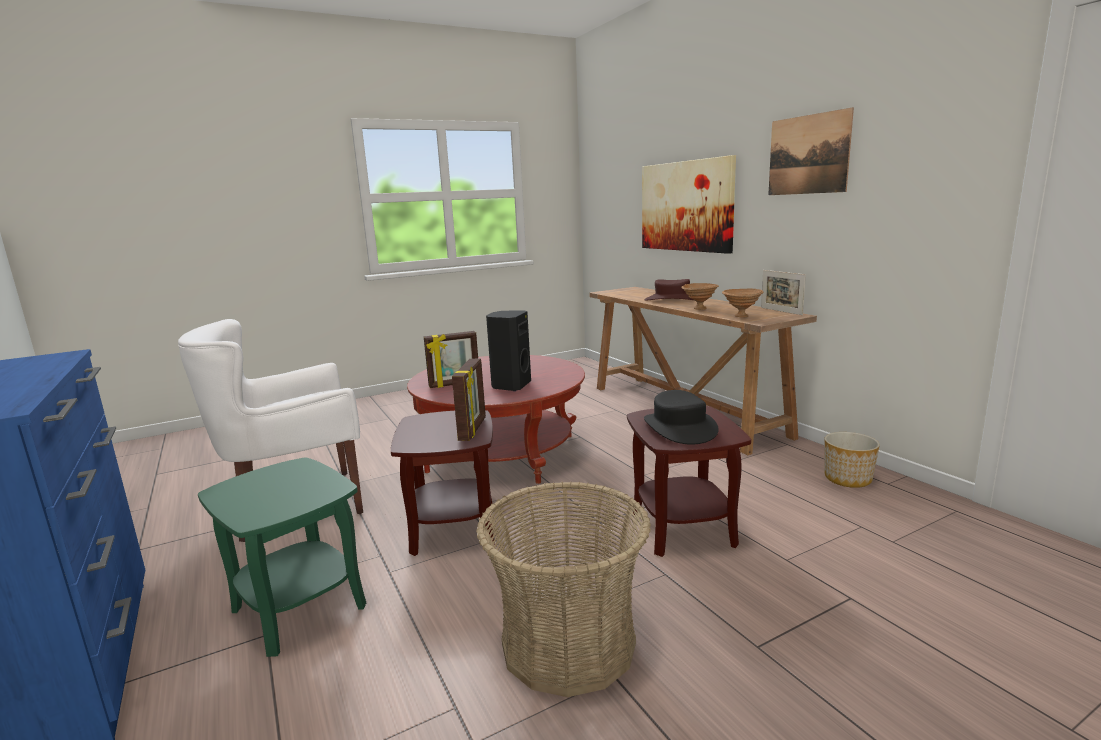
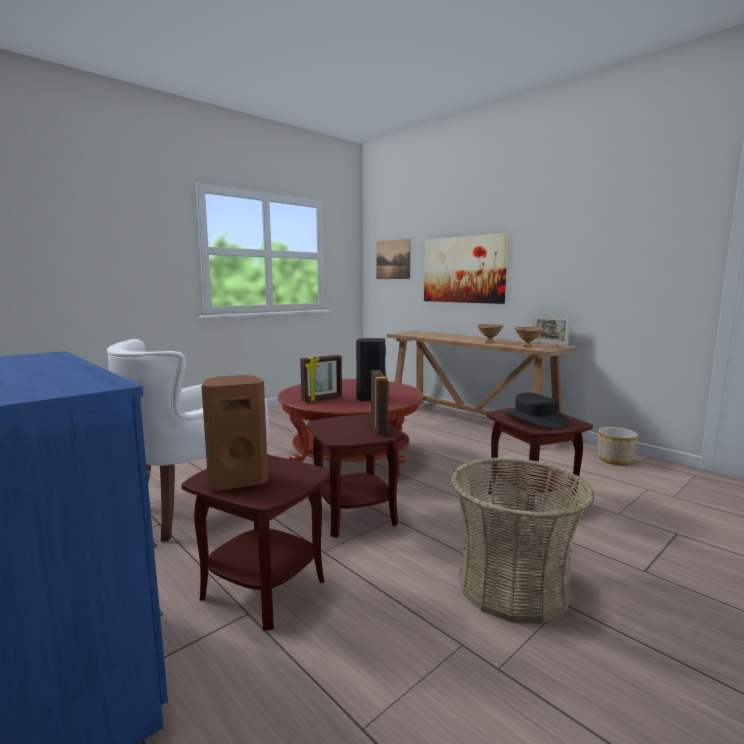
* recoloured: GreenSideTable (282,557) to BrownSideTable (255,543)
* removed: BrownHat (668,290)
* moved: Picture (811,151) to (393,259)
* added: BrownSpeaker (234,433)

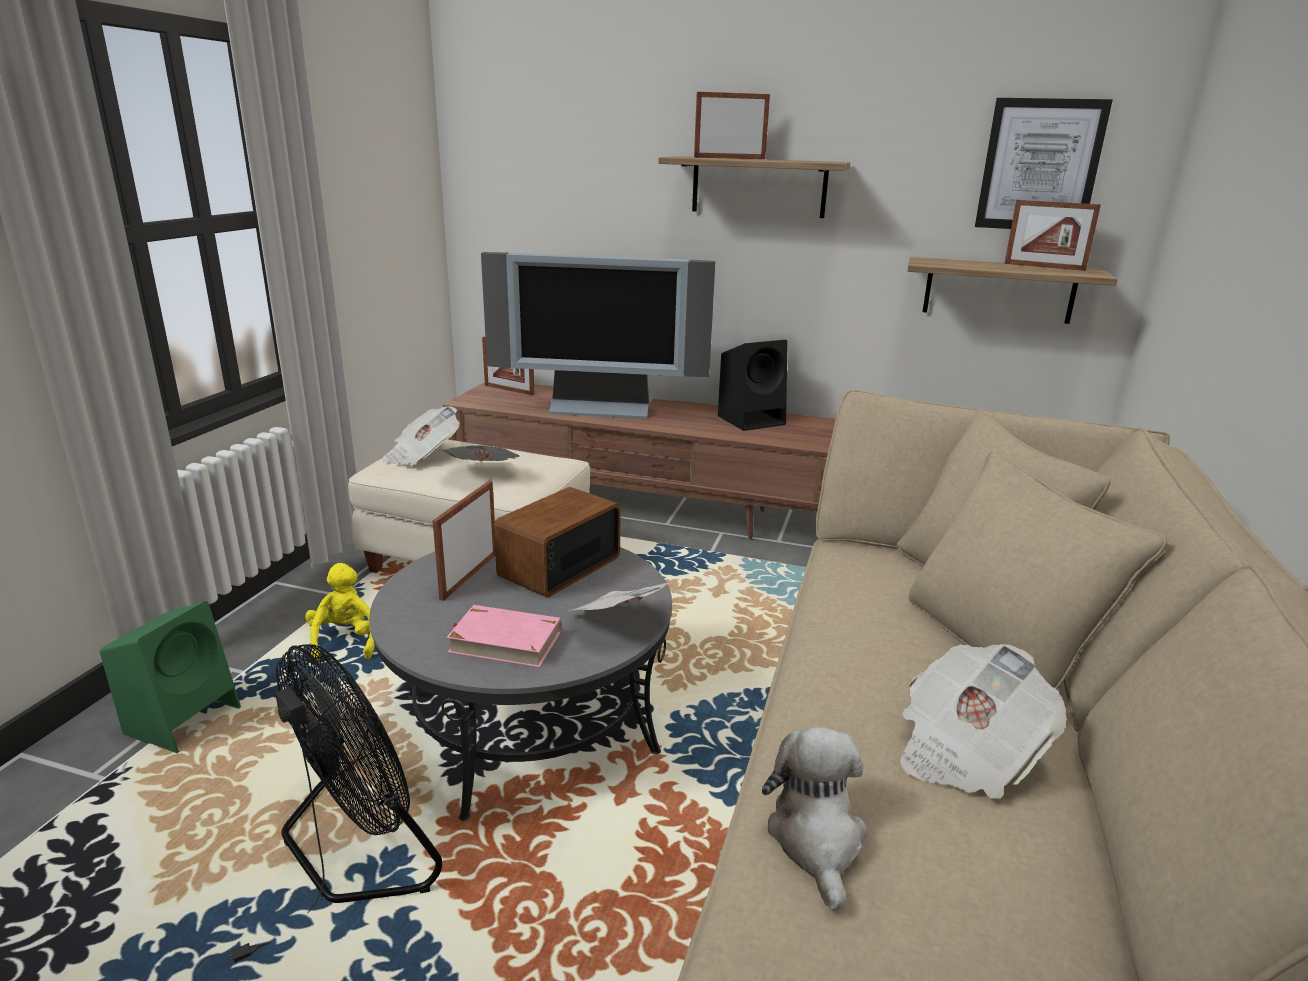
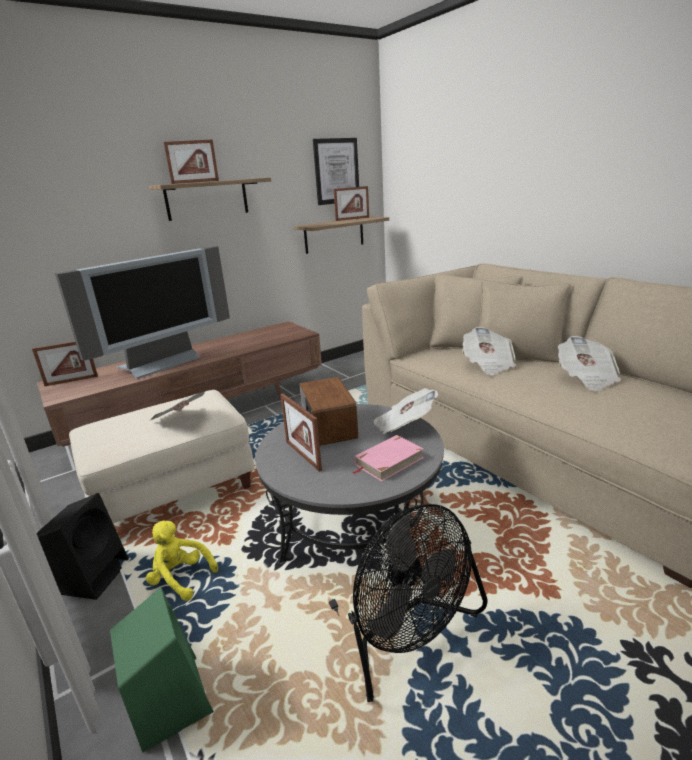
* turned: BlackFan (334,803) = (408,603) 150 degrees clockwise
* moved: Newspaper (421,436) to (489,351)
* turned: PictureFrame (732,125) = (191,161) 135 degrees counterclockwise
* moved: BlackSpeaker (753,385) to (82,546)
* removed: PlushToy (814,819)

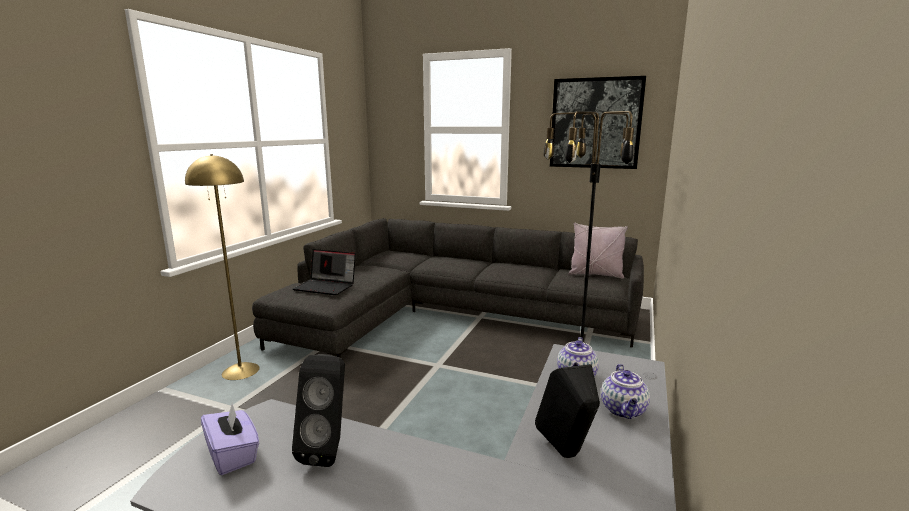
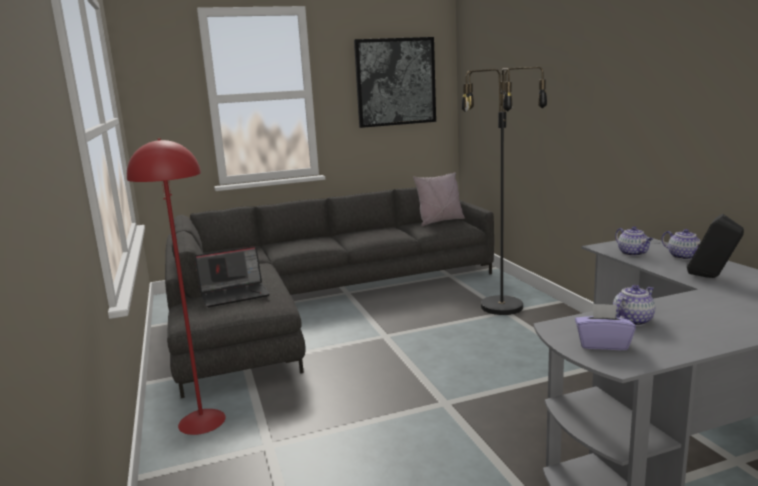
* recoloured: YellowFloorLamp (222,267) to RedFloorLamp (176,286)
* replaced: BlackSpeaker (318,410) to Teapot (634,305)

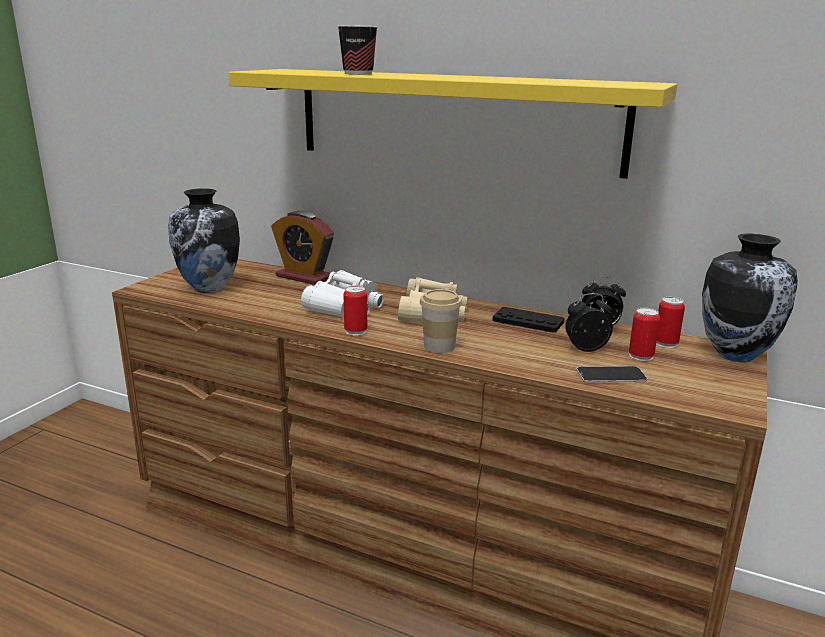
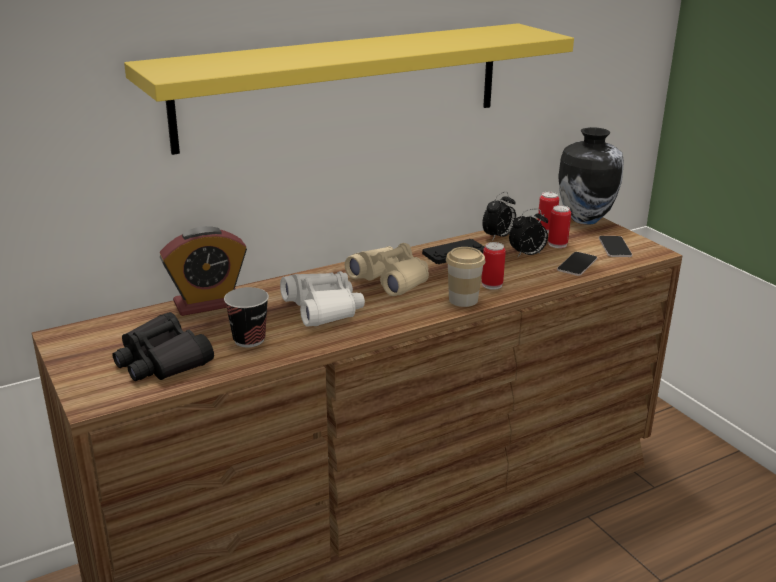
* replaced: Vase (204,240) to BlackBinoculars (163,346)
* moved: Cup (357,50) to (246,317)
* moved: Can (355,311) to (493,266)
* turned: AlarmClock (589,322) = (528,233) 135 degrees counterclockwise
* added: Phone (615,246)

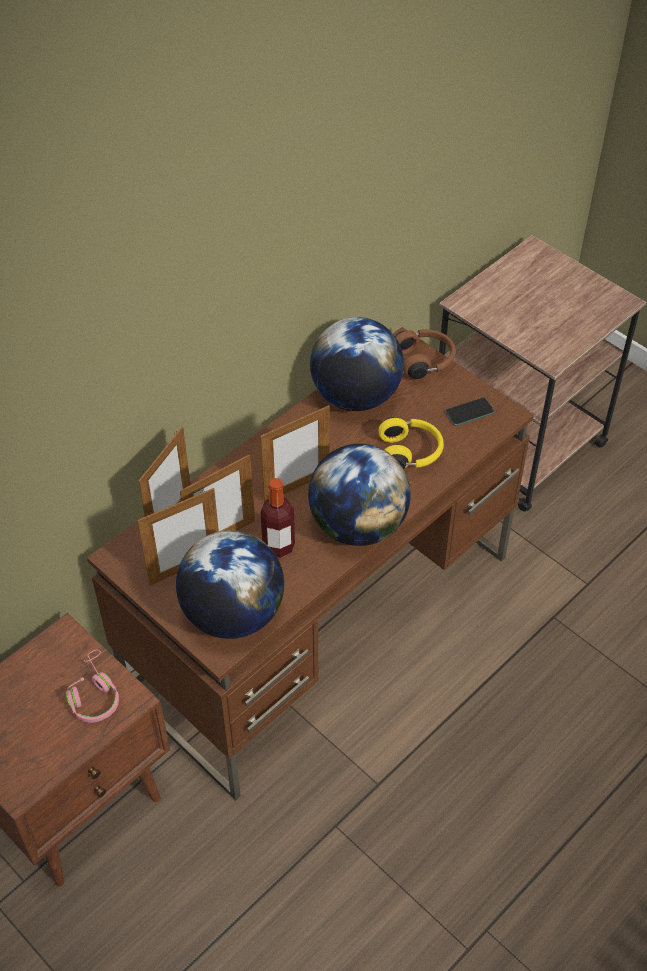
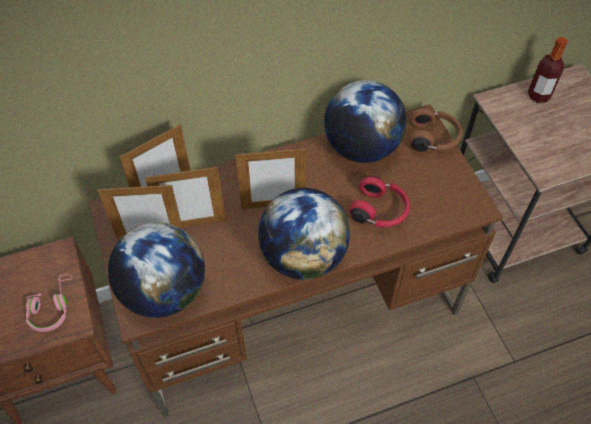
* moved: Bottle (277,518) to (547,70)
* recoloured: YellowHeadphones (411,443) to RedHeadphones (380,202)
* removed: Phone (470,411)

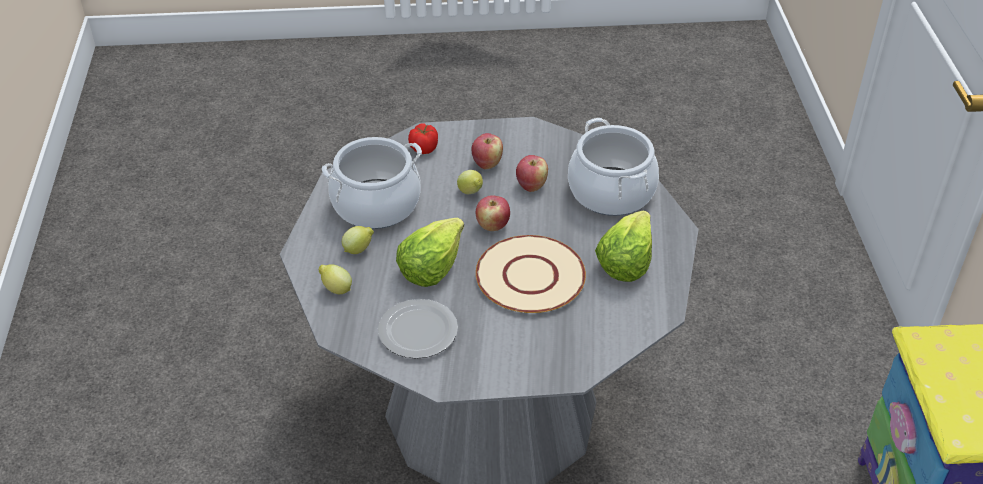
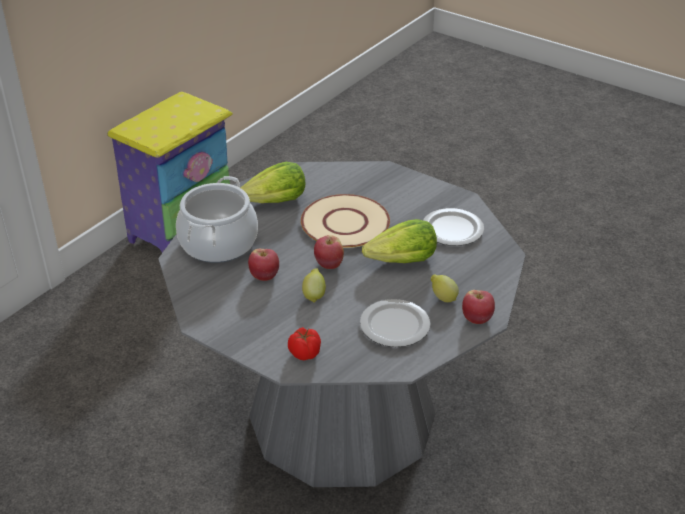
* removed: Lemon (335,279)
* replaced: CookingPot (372,183) to Plate (395,323)
* moved: Apple (487,151) to (478,307)

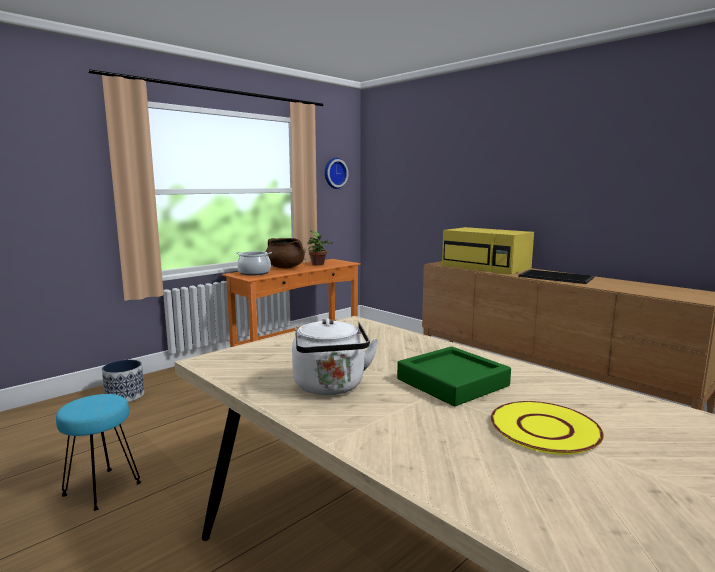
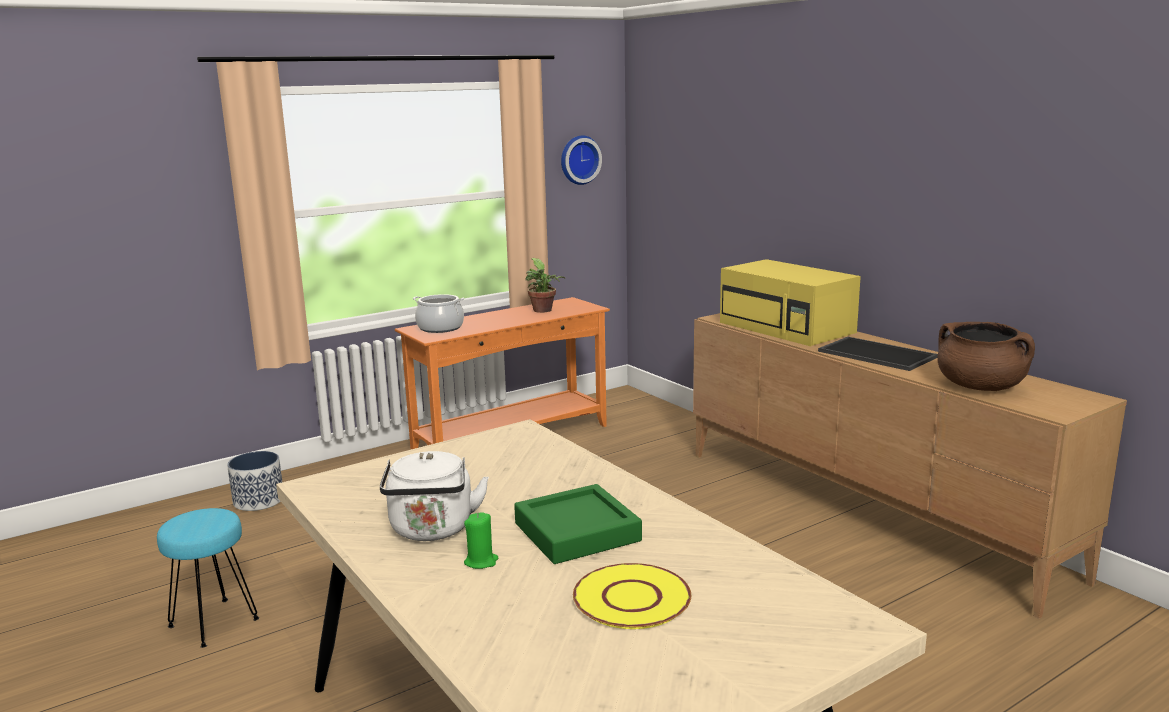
* moved: BrownCookingPot (285,253) to (986,356)
* added: GreenCandle (481,541)

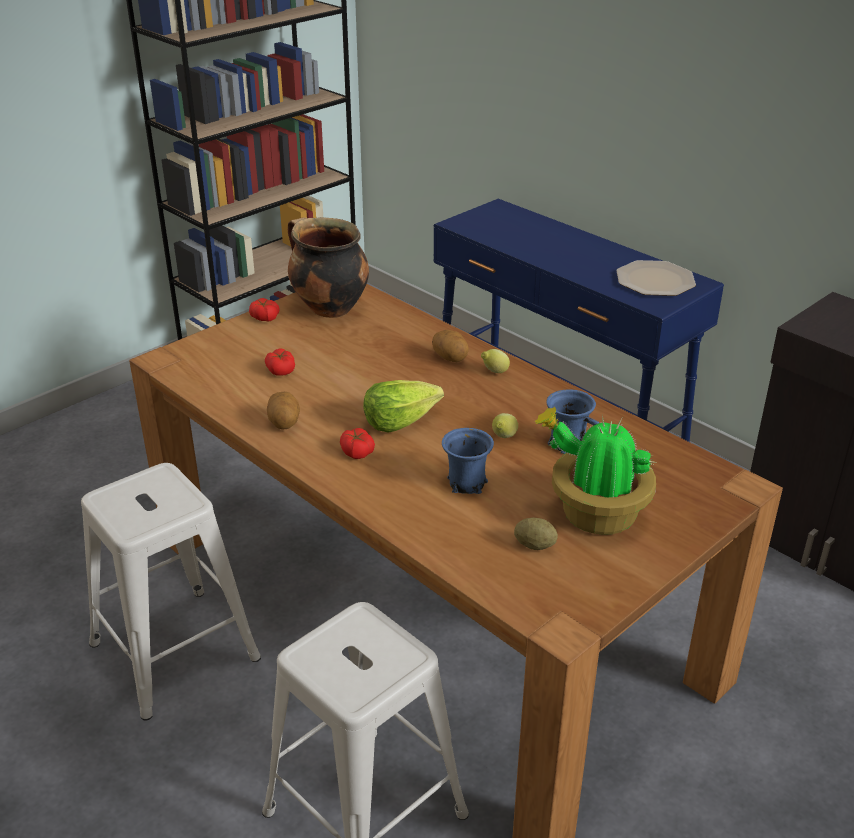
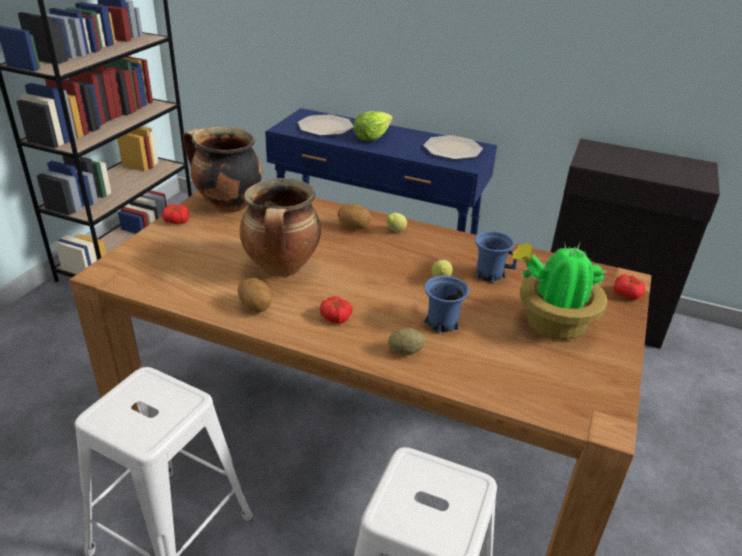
* moved: Tomato (280,362) to (629,287)
* moved: Lettuce (403,406) to (373,126)
* moved: Potato (536,534) to (406,341)
* added: CookingPot (280,227)
* added: Plate (326,125)

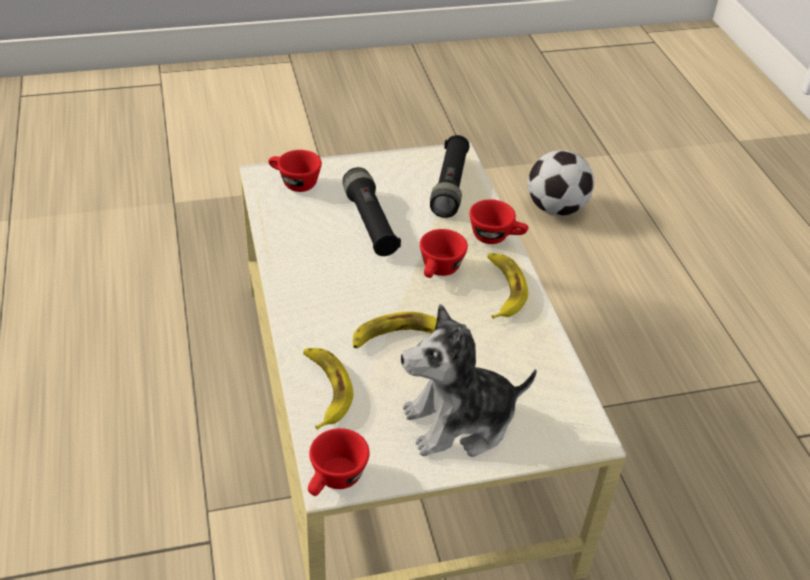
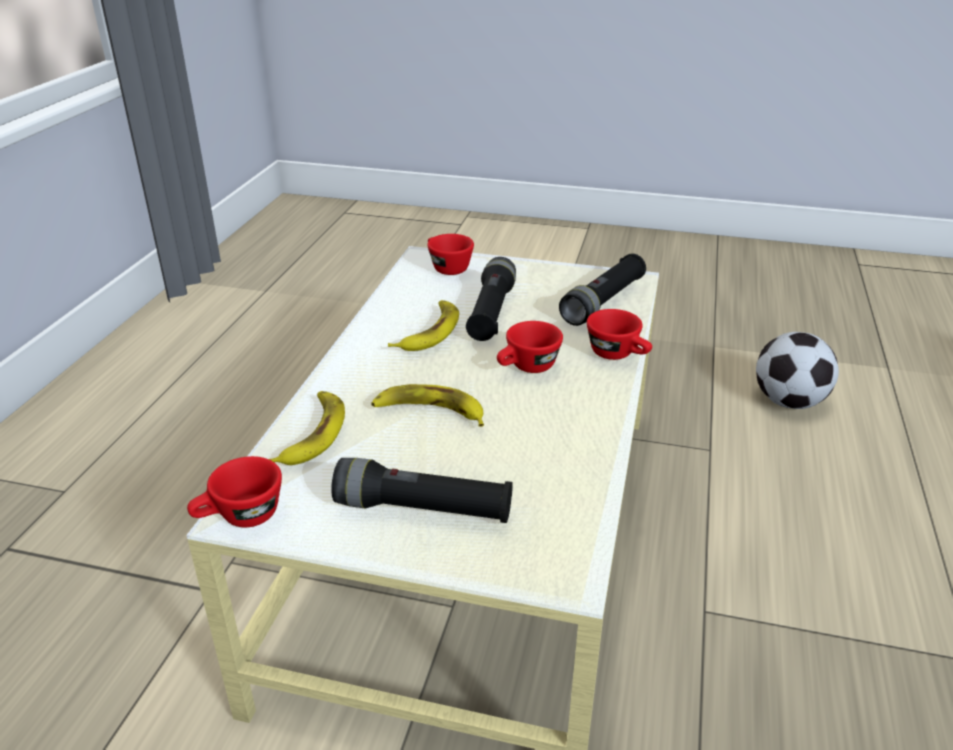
* replaced: PlushToy (469,380) to BlackFlashlight (422,490)
* moved: Banana (507,286) to (423,325)

